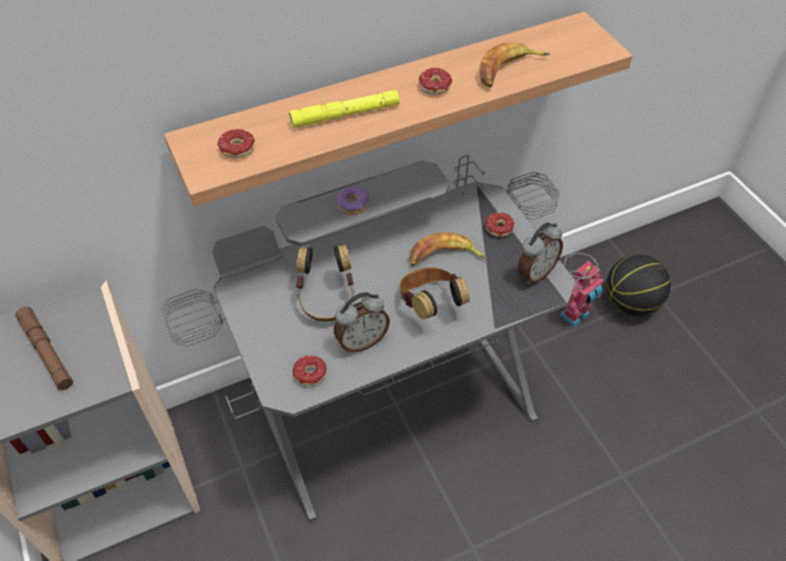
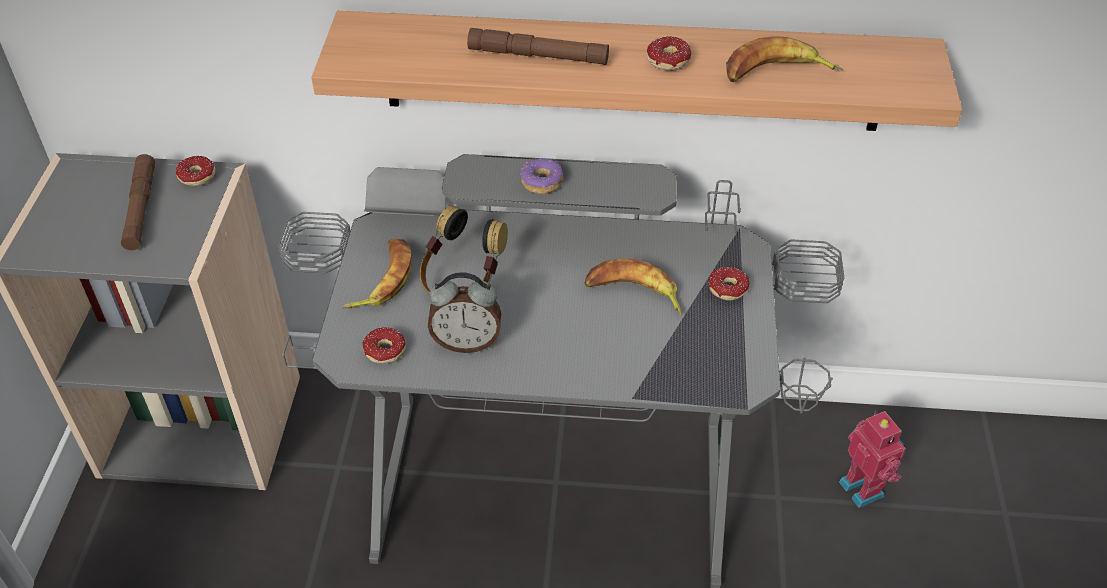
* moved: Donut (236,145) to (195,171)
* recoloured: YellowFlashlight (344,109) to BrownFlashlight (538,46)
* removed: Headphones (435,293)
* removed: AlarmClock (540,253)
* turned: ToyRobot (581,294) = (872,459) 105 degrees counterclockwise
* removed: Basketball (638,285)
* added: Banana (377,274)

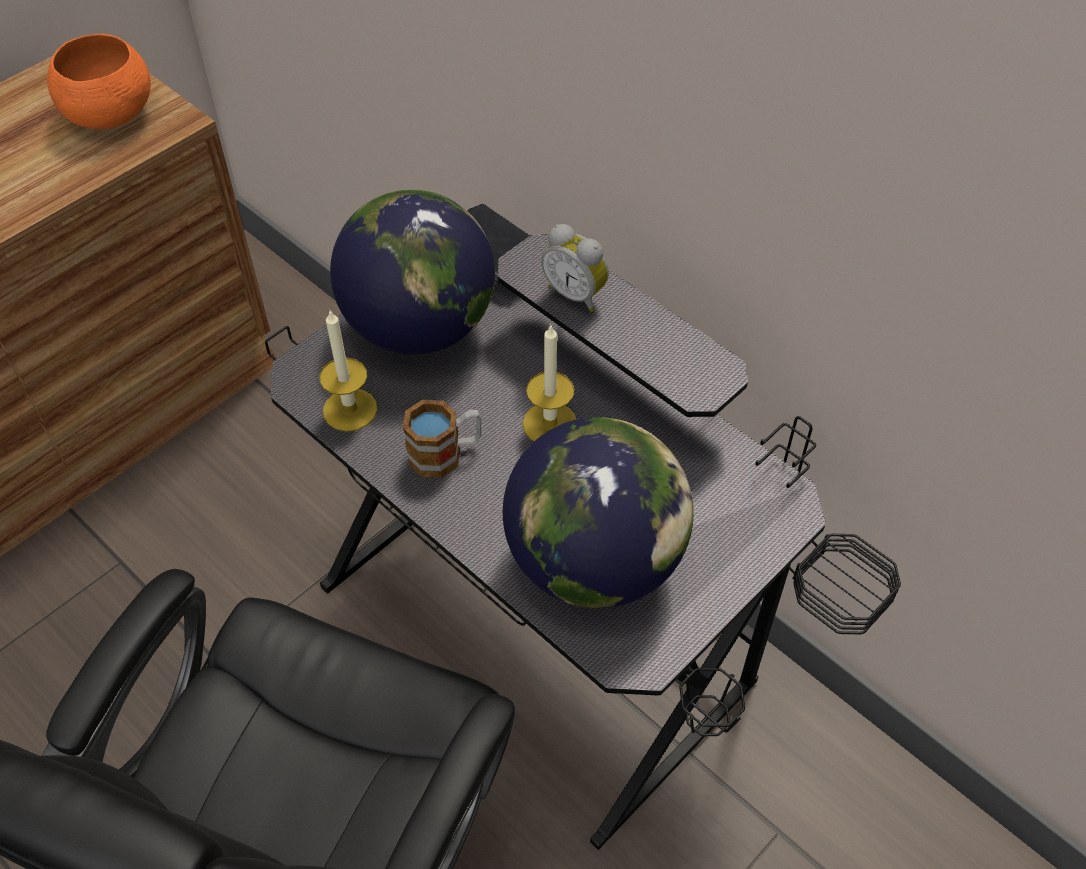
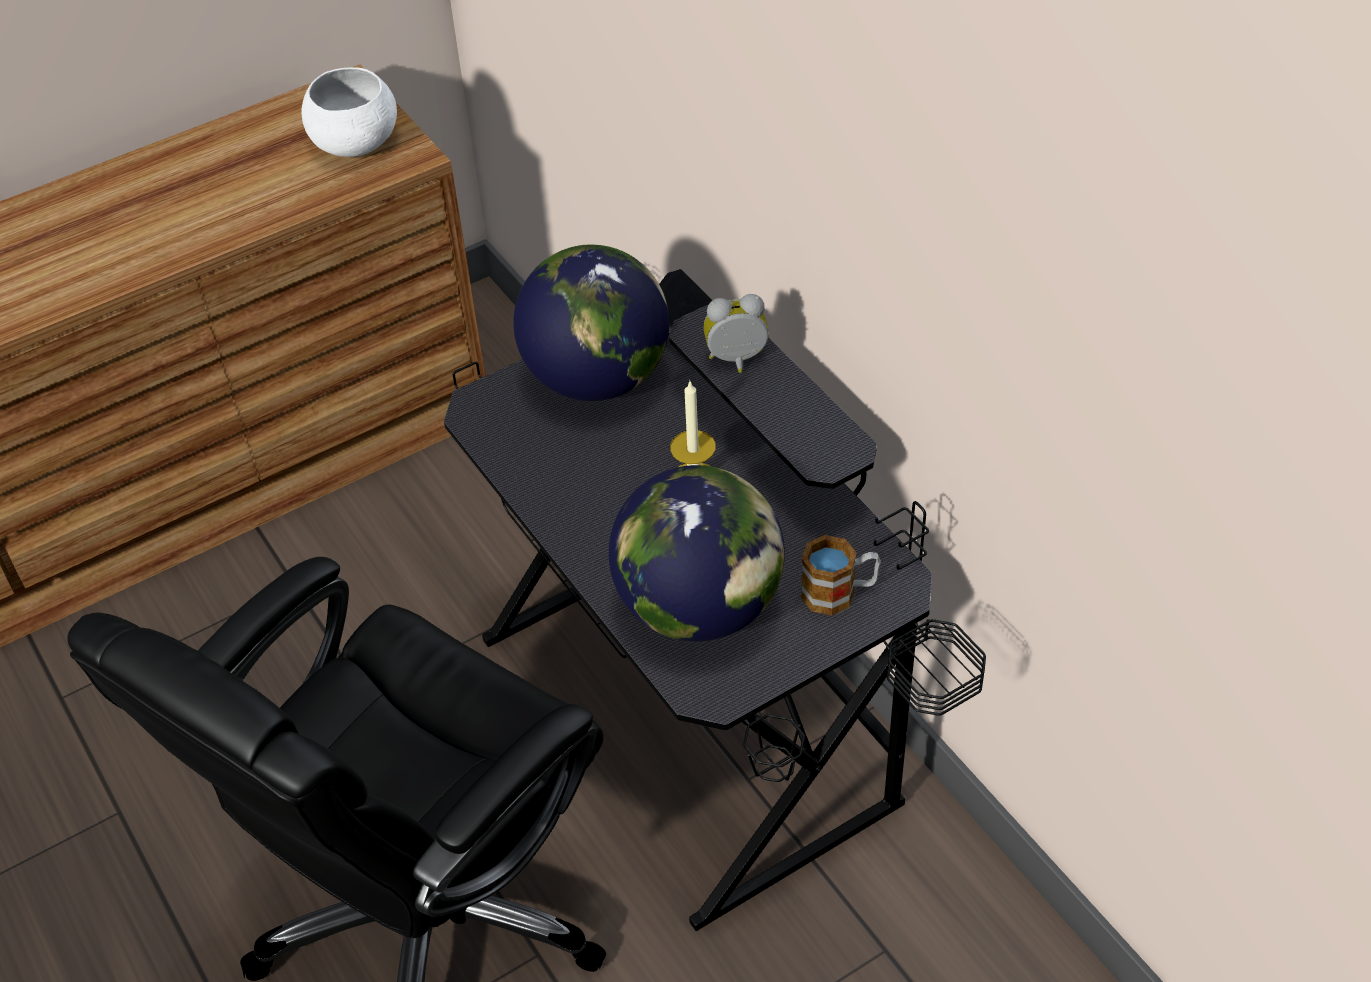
* recoloured: OrangeBowl (99,81) to WhiteBowl (349,112)
* removed: Candle (348,370)
* moved: Mug (442,439) to (841,575)
* turned: AlarmClock (575,268) = (736,333) 120 degrees clockwise

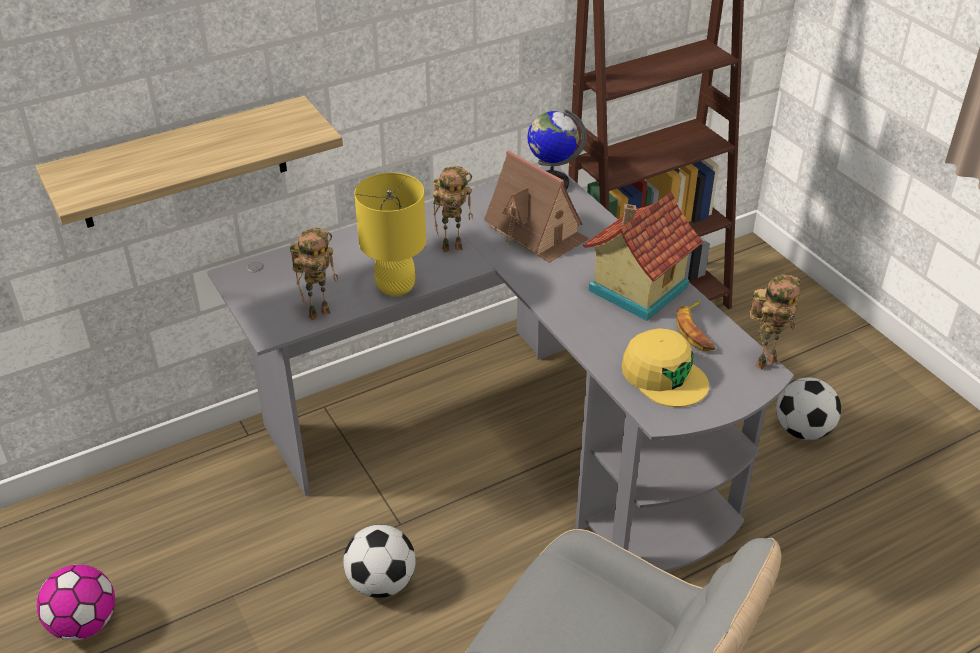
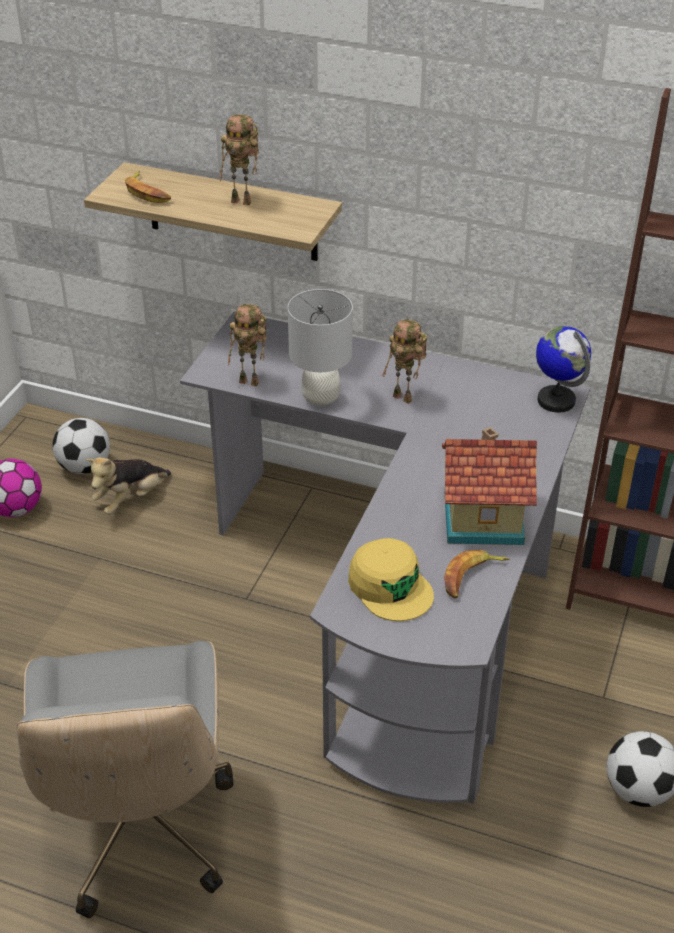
* moved: Football (380,561) to (81,446)
* recoloured: YellowTableLamp (390,234) to GreyTableLamp (320,347)
* removed: ToyHouse (536,206)
* turned: YellowCap (665,367) = (391,579) 45 degrees counterclockwise
* moved: ToyRobot (774,322) to (239,160)
* added: PlushToy (128,486)
* added: Banana (148,187)

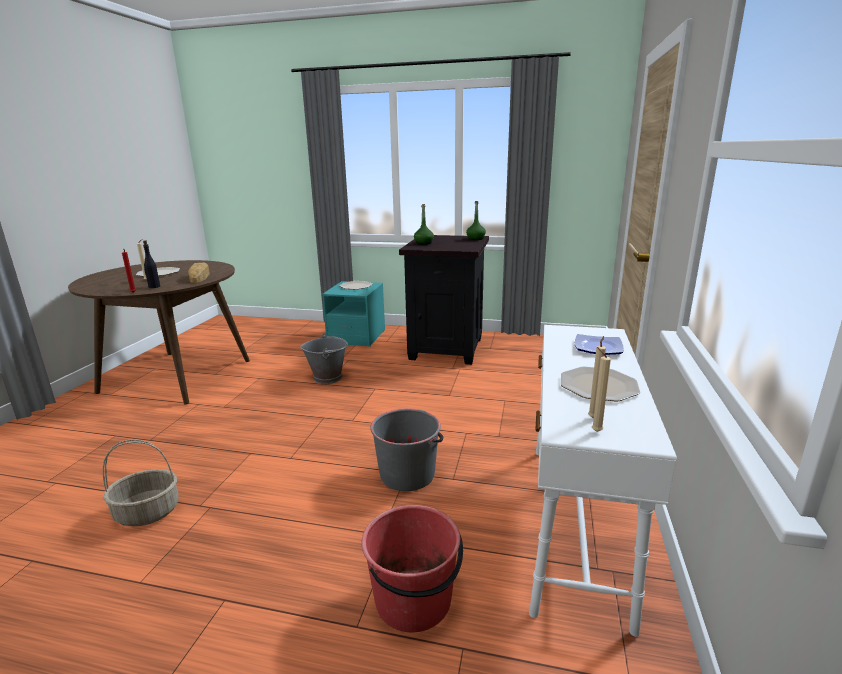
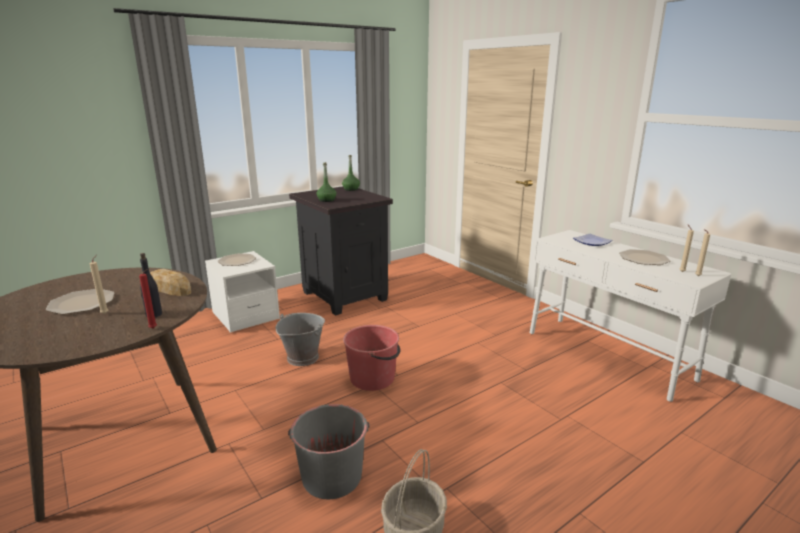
* recoloured: TurquoiseNightstand (353,314) to WhiteNightstand (242,292)
* moved: RedBucket (412,568) to (372,358)
* moved: GreyBucket (406,449) to (329,451)

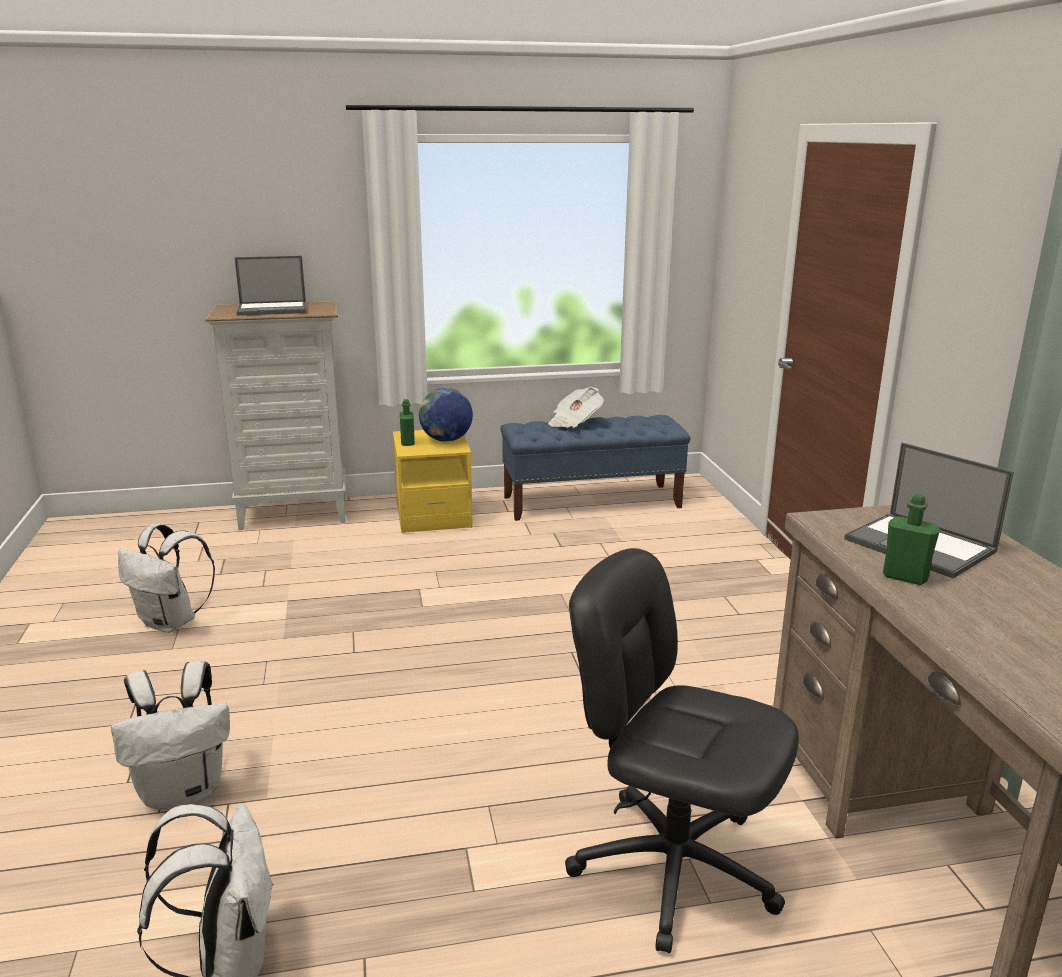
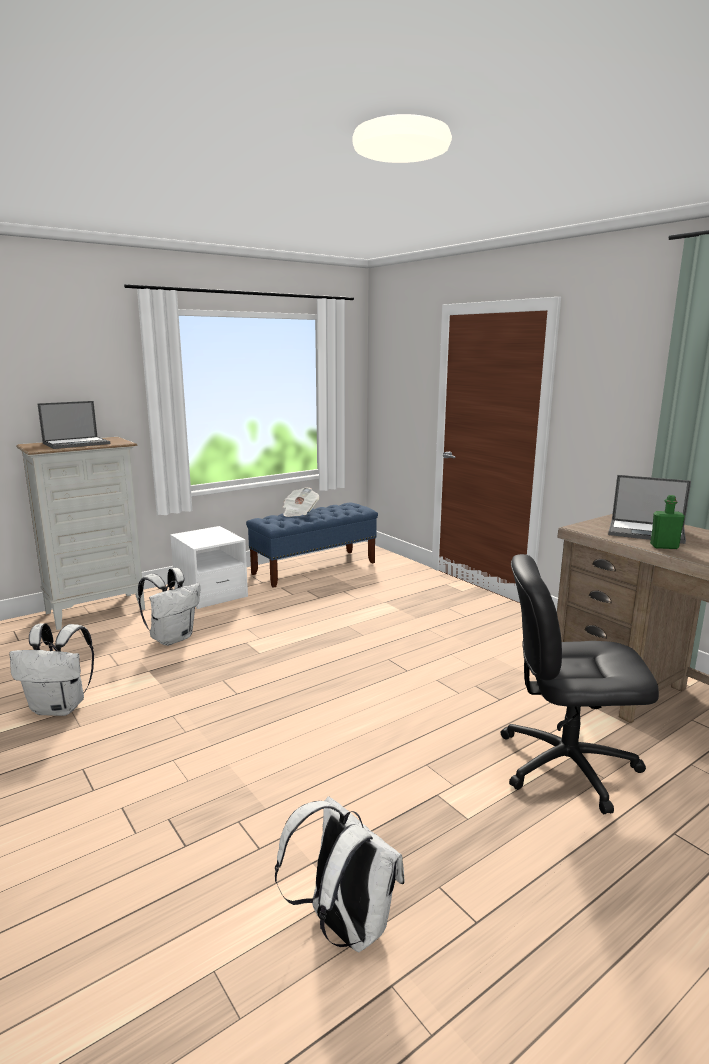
* moved: WhiteBackpack (170,735) to (169,607)
* recoloured: YellowNightstand (433,481) to WhiteNightstand (209,567)
* removed: GreenBottle (407,422)
* removed: Globe (446,415)

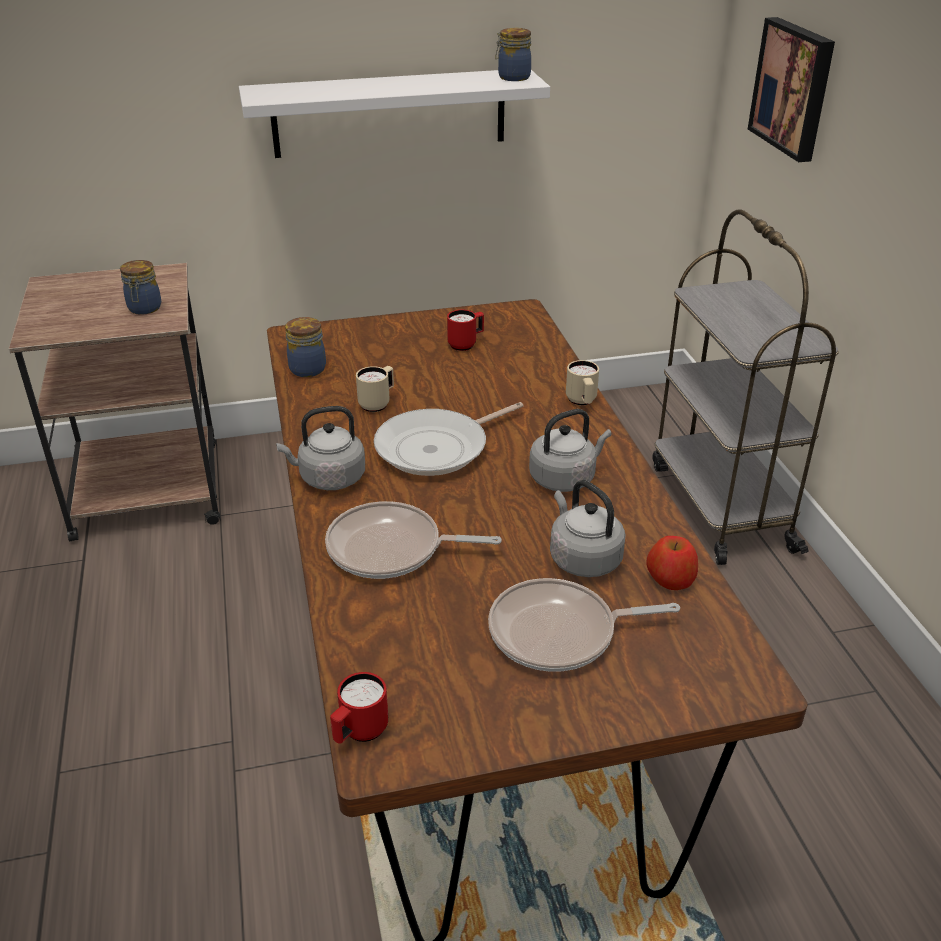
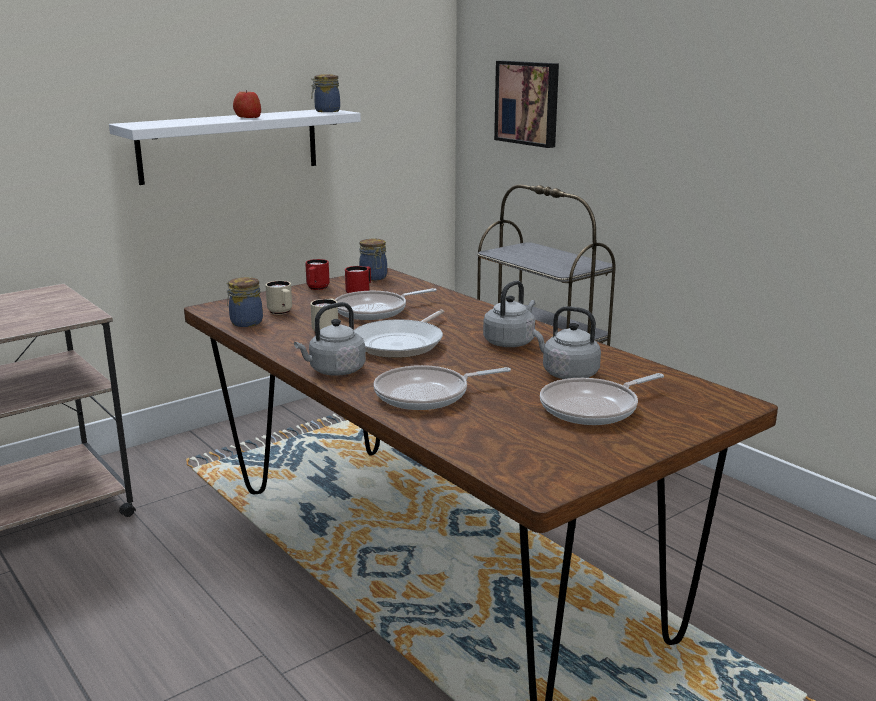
* moved: Jar (140,287) to (373,260)
* moved: RedMug (359,708) to (317,274)
* moved: BeigeMug (582,382) to (278,298)
* moved: Apple (672,563) to (247,104)
* added: FryingPan (386,304)

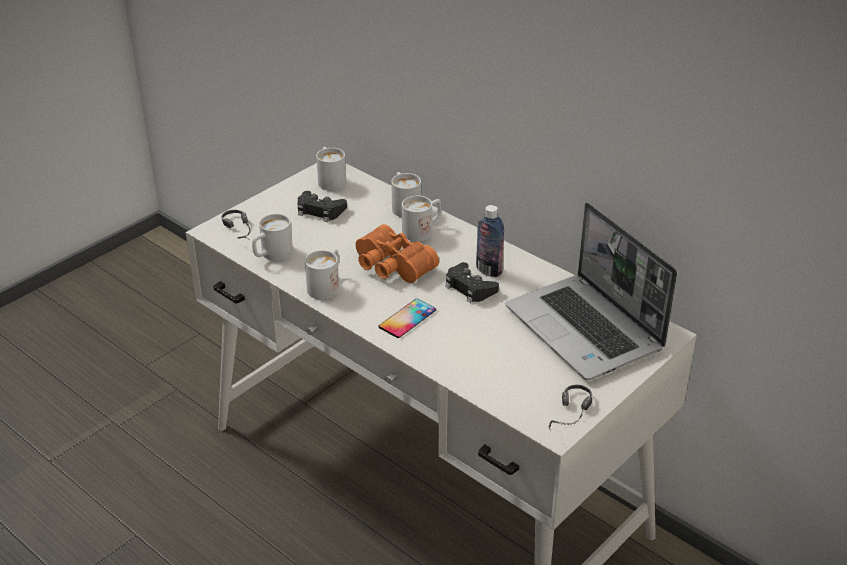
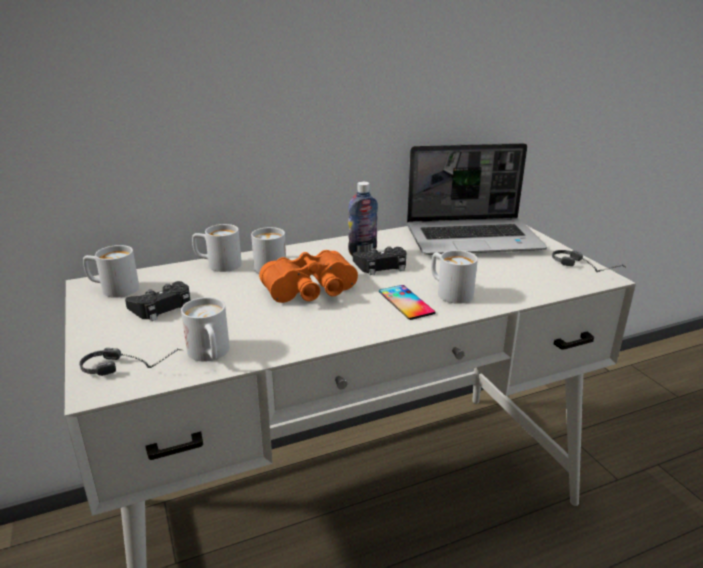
* moved: WhiteMug (322,274) to (454,277)

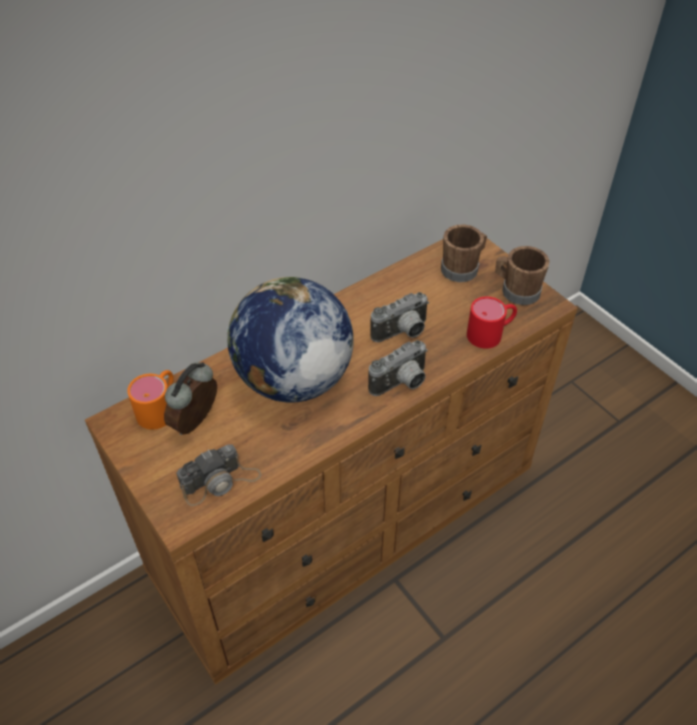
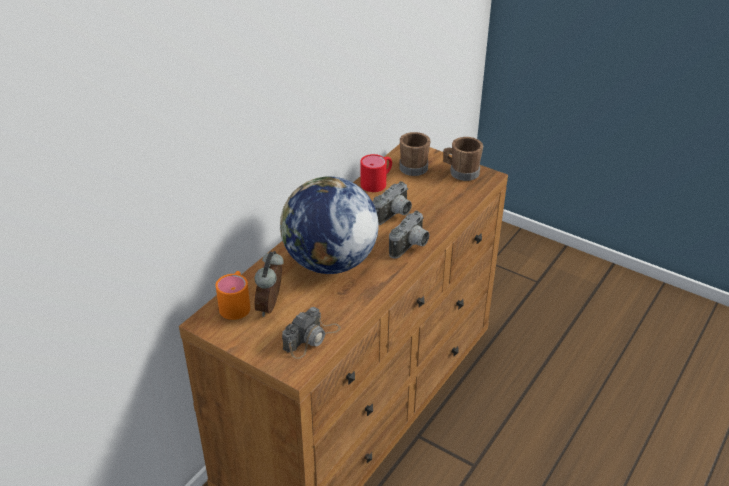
* moved: RedMug (492,322) to (376,173)

